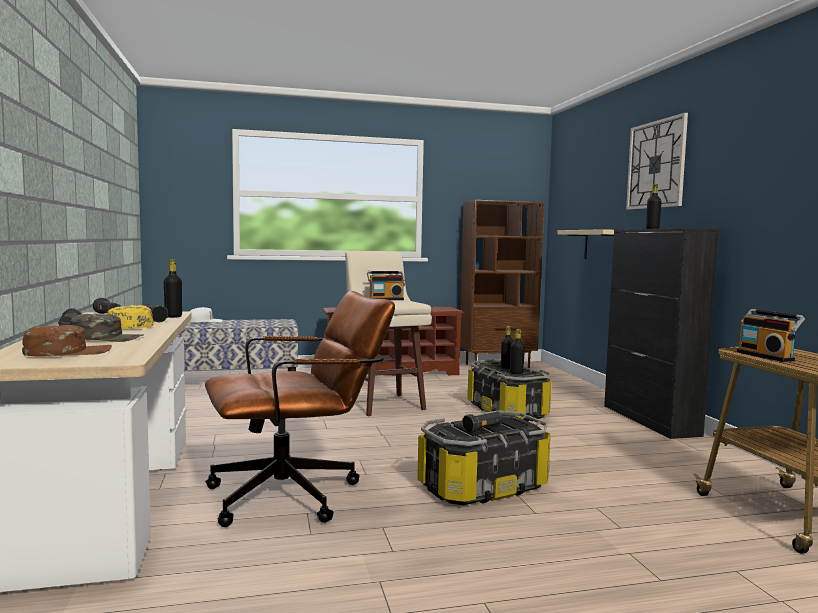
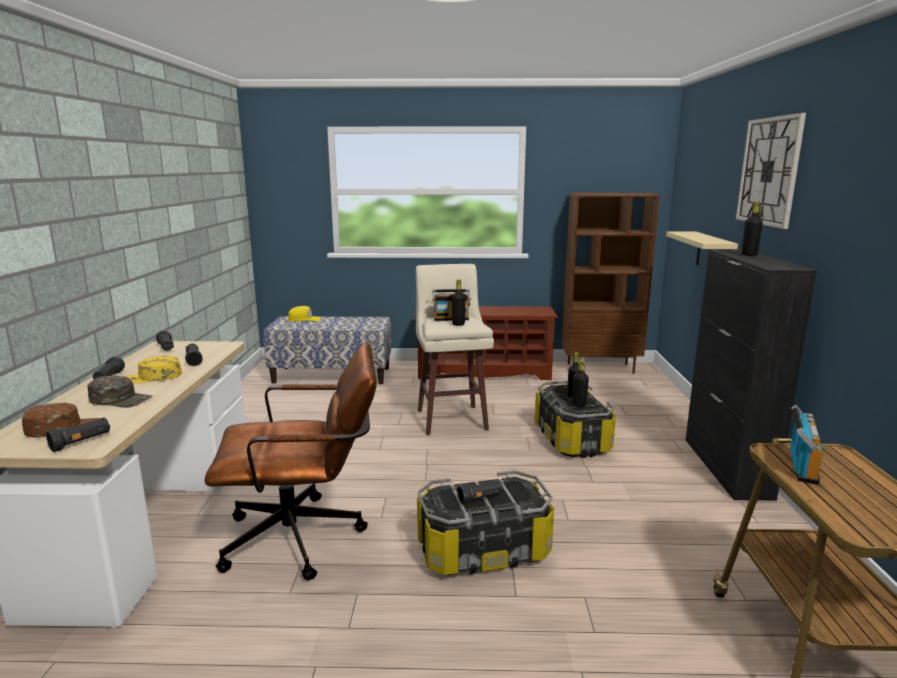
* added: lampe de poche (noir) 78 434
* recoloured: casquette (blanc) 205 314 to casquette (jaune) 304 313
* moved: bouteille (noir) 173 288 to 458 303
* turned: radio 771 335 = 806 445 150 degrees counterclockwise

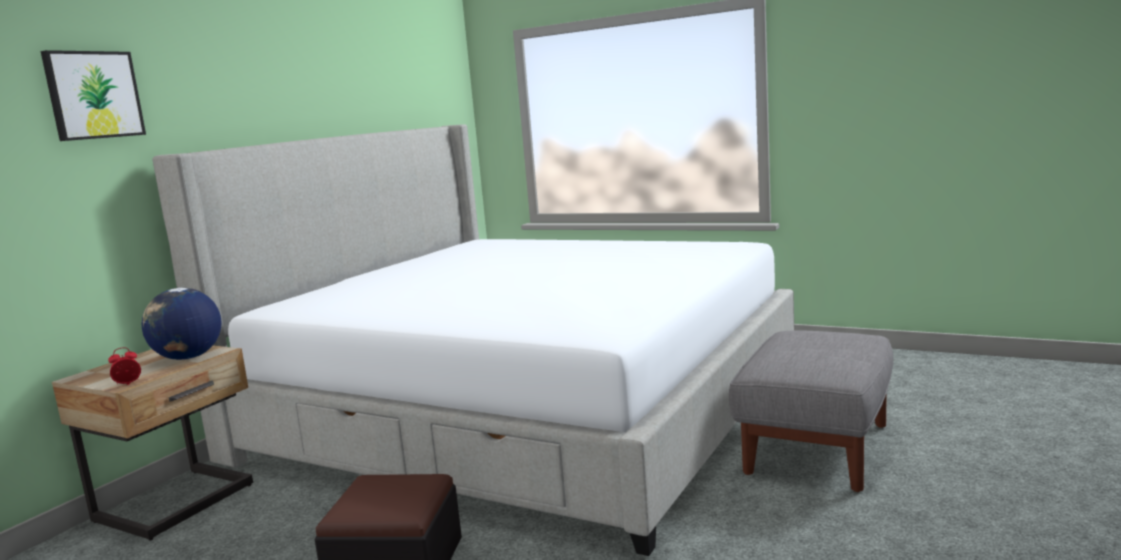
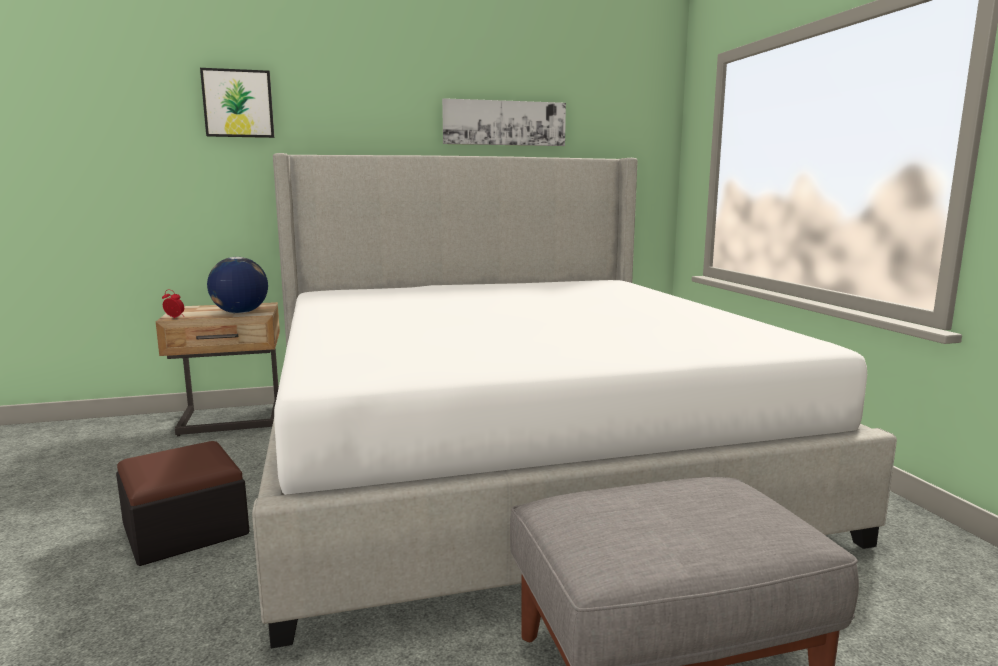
* added: tableau 504 122

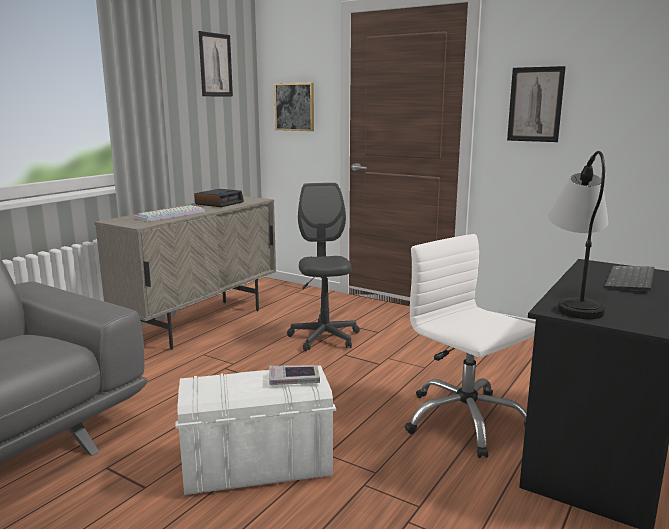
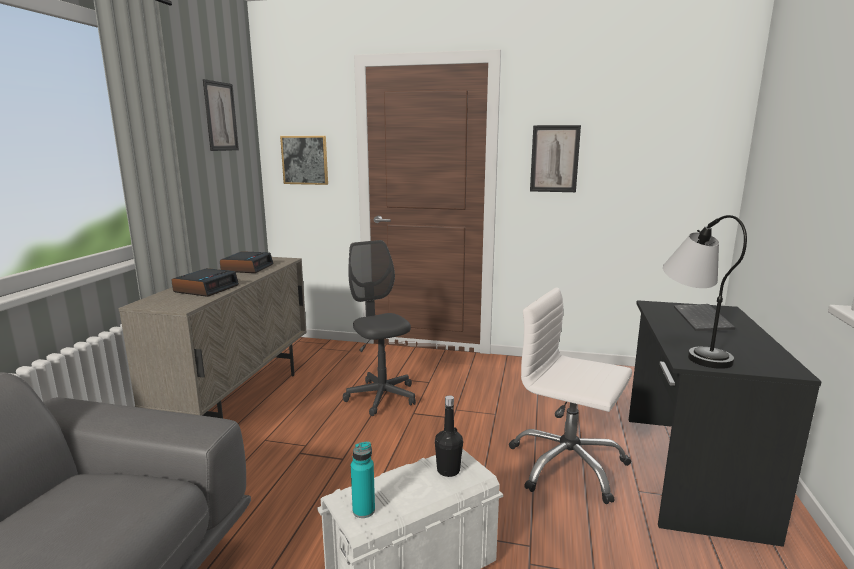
* replaced: clavier 169 213 to réveil 205 282
* added: bouteille (turquoise) 363 479
* replaced: livre 294 375 to bouteille (noir) 449 436

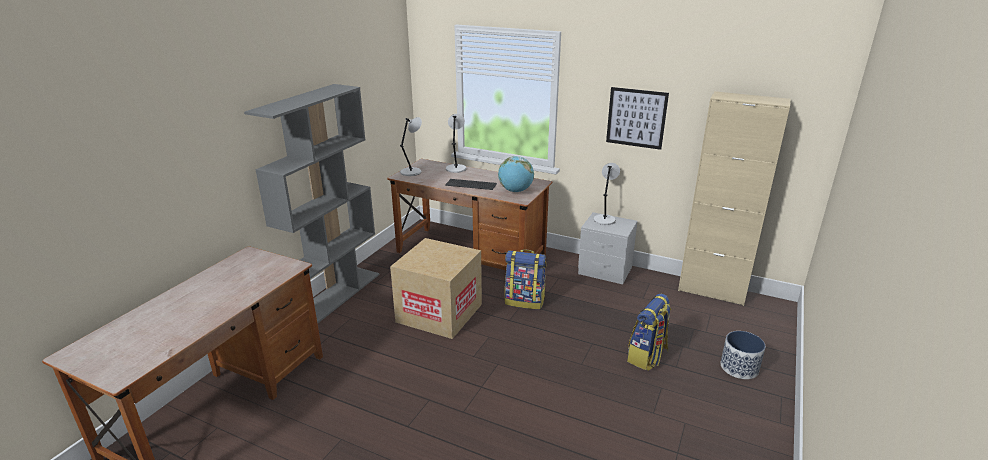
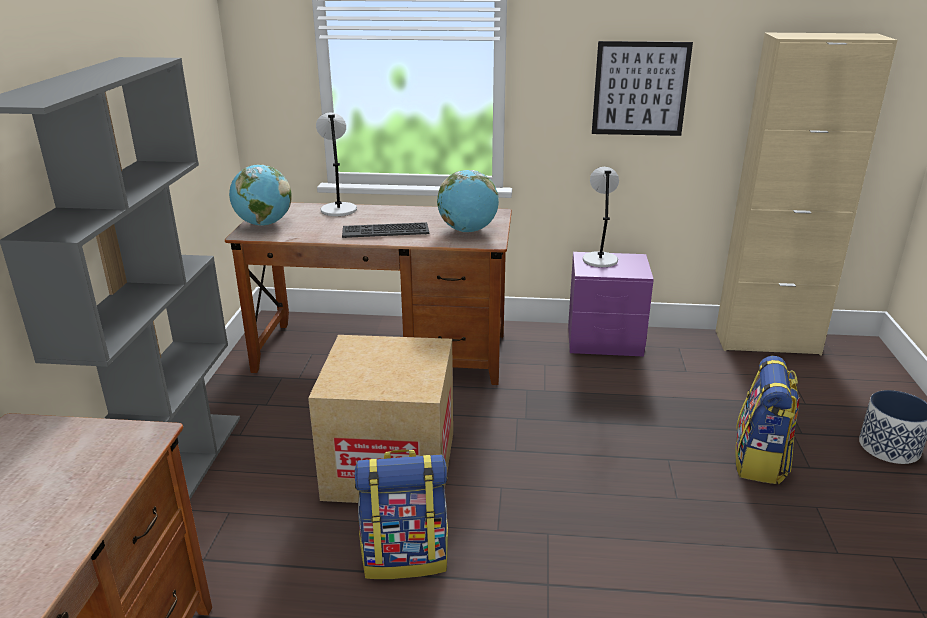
* replaced: lampe de table (gris) 411 146 to globe 260 195
* moved: sac à dos 525 279 to 401 514
* recoloured: table de chevet (gris) 608 248 to table de chevet (violet) 611 304

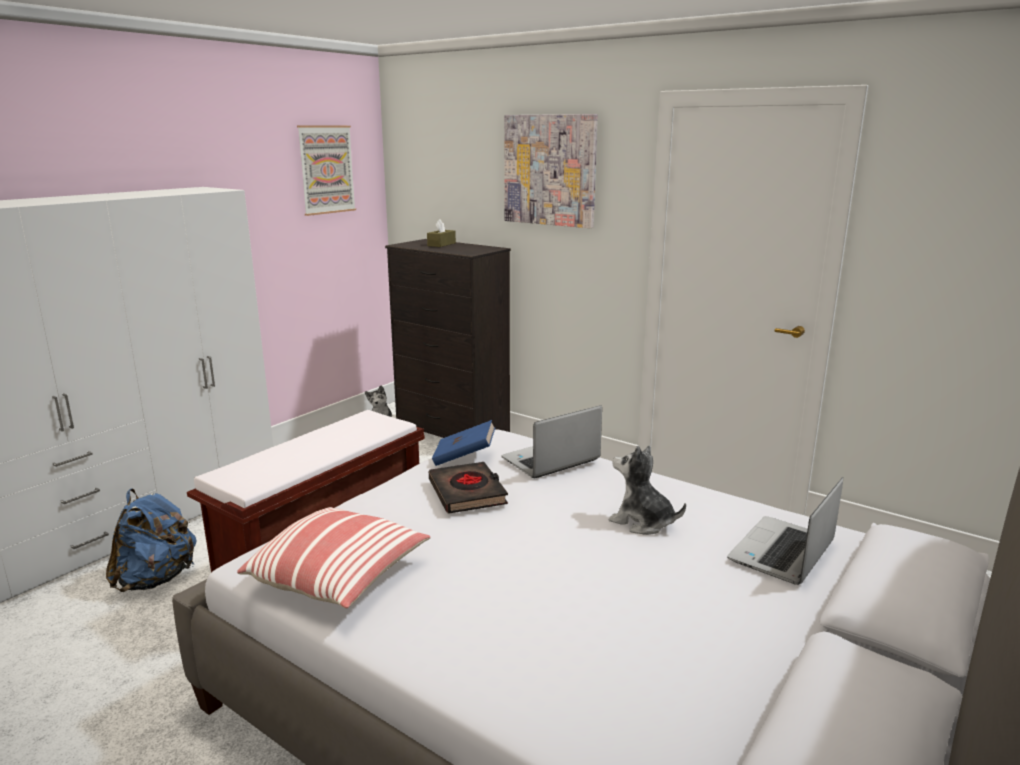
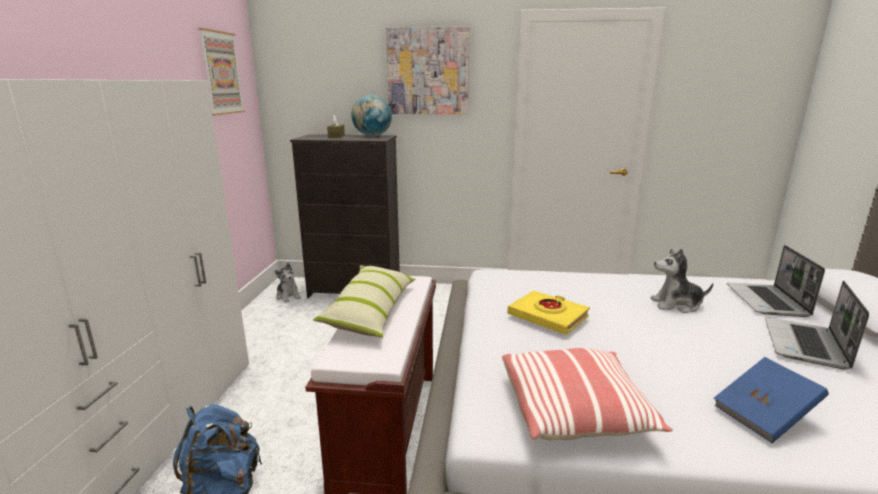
* added: coussin 364 301
* added: globe 371 115
* recoloured: livre (noir) 468 488 to livre (jaune) 548 312
* moved: livre (bleu) 463 443 to 771 400
* moved: ordinateur portable 551 442 to 817 325

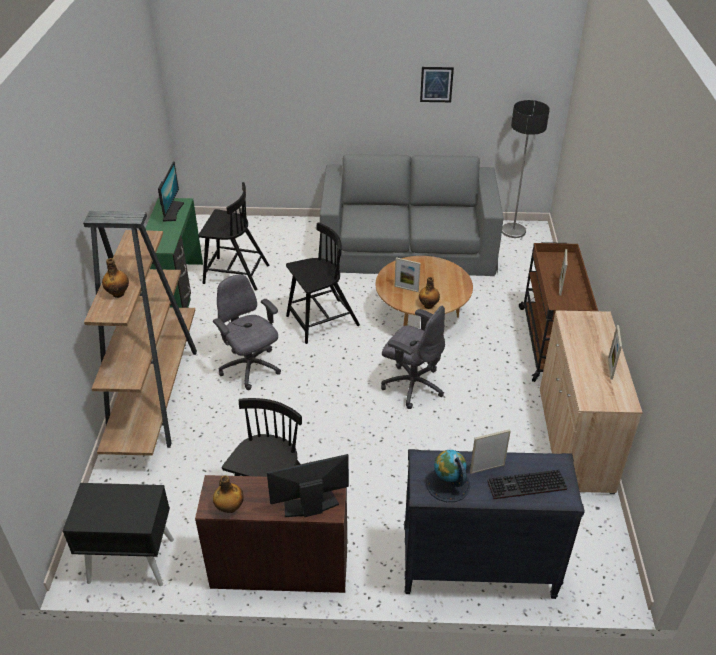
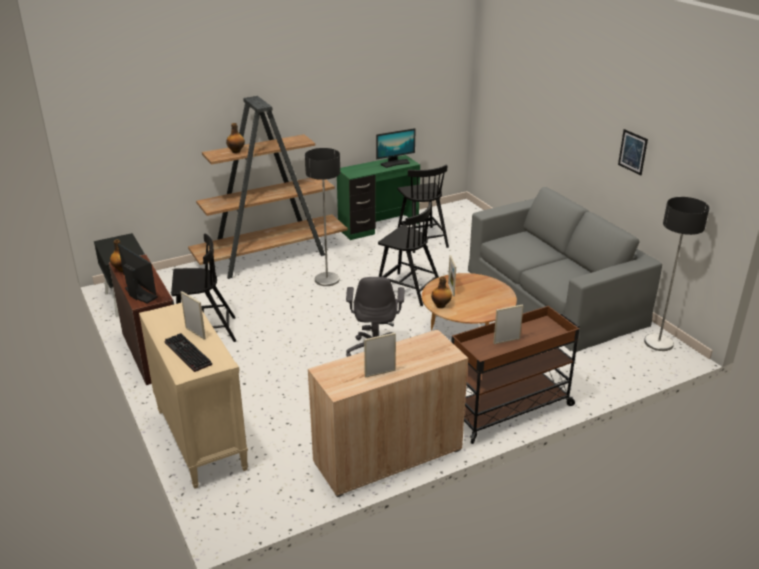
* recoloured: commode (noir) 494 524 to commode (beige) 193 396
* replaced: chaise de bureau (gris) 247 332 to lampadaire 322 217
* removed: globe 448 476

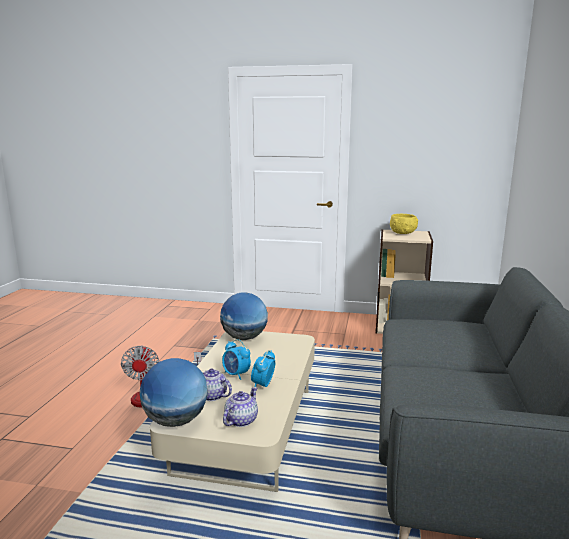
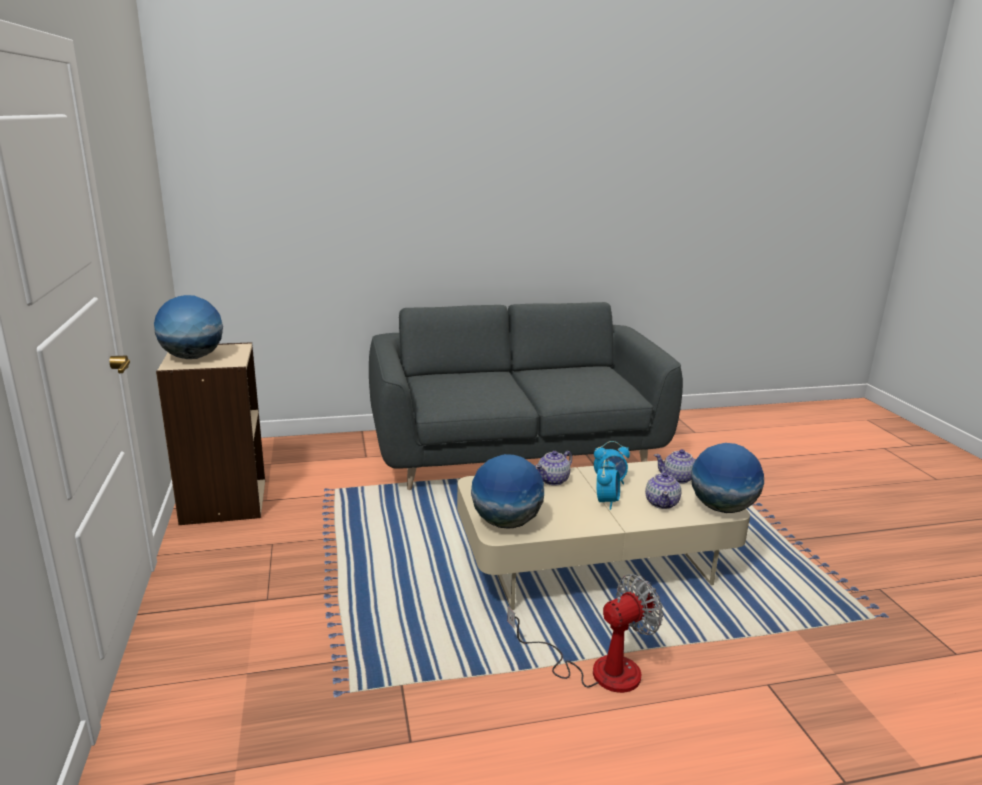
* replaced: bol (jaune) 404 224 to globe 188 327
* added: théière 553 468

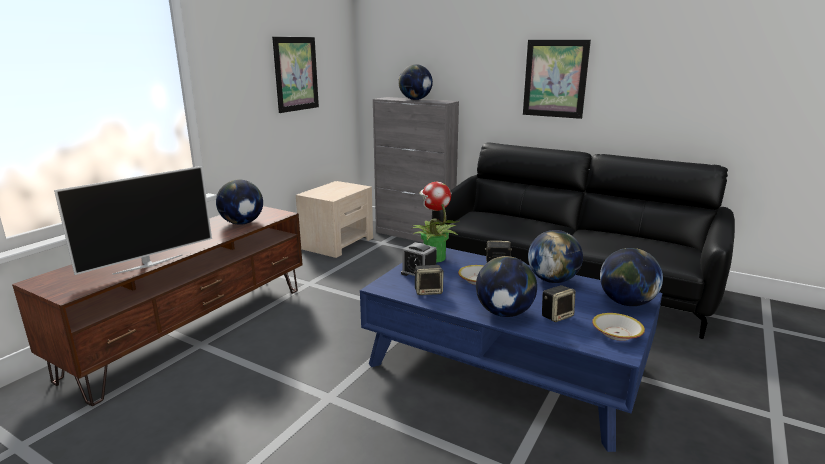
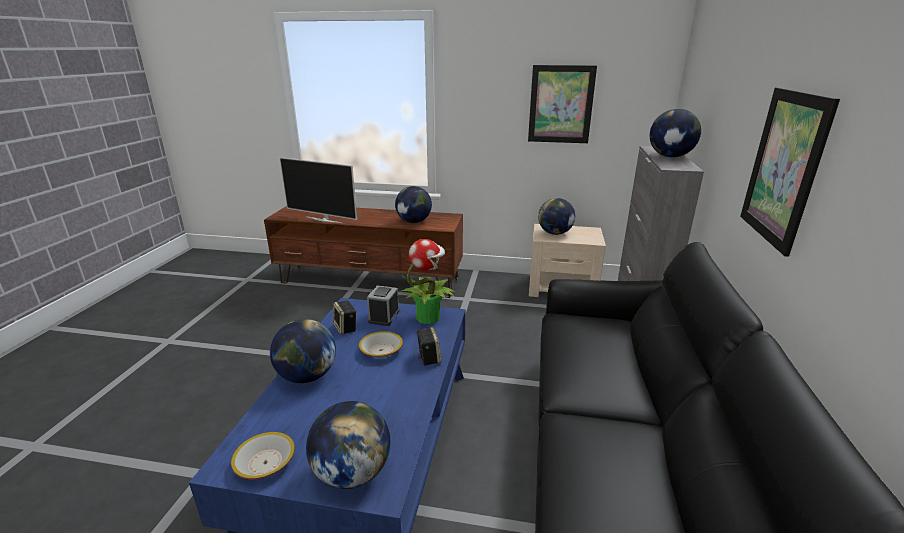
* moved: globe 555 256 to 556 216
* removed: enceinte 558 303

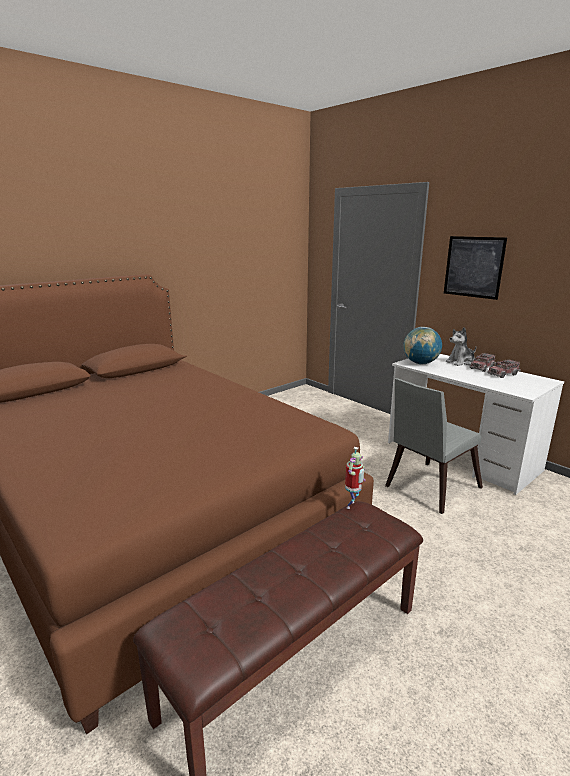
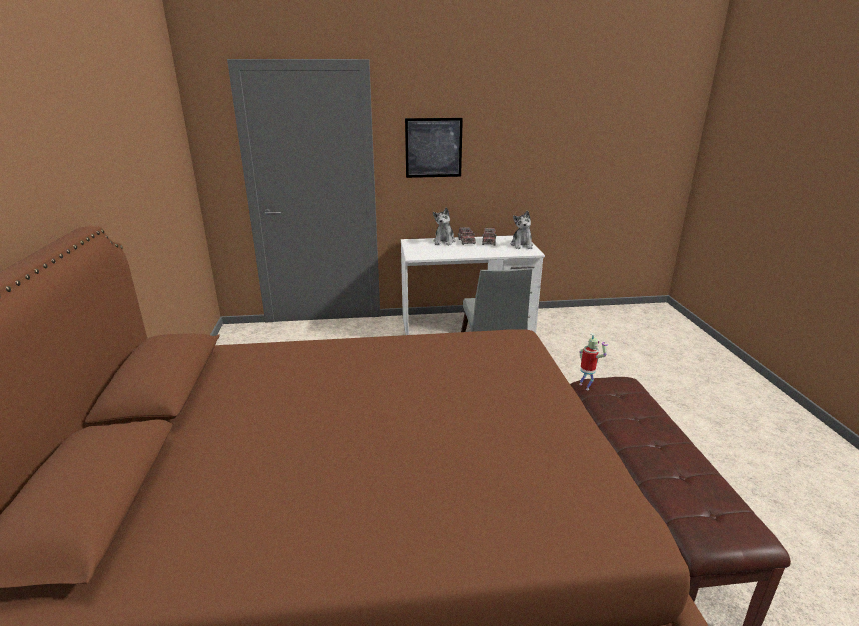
* added: peluche 522 230
* removed: globe 422 345

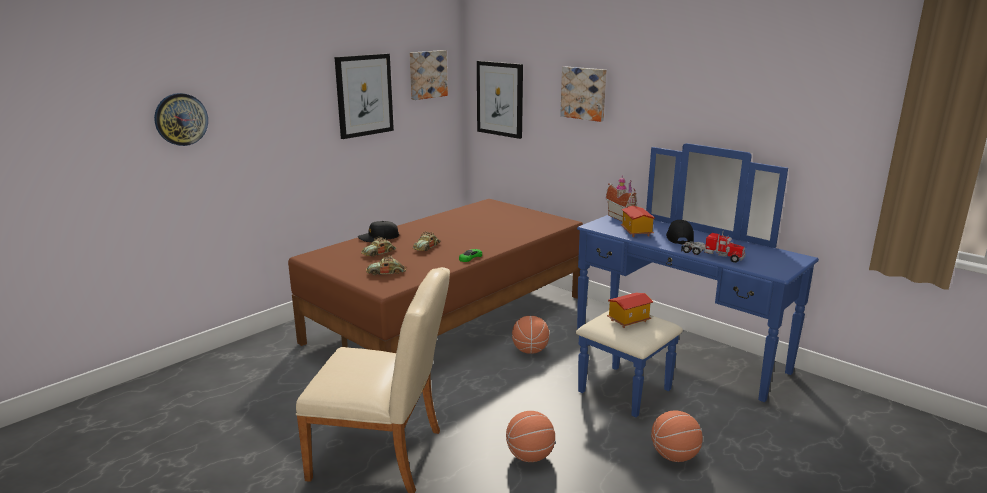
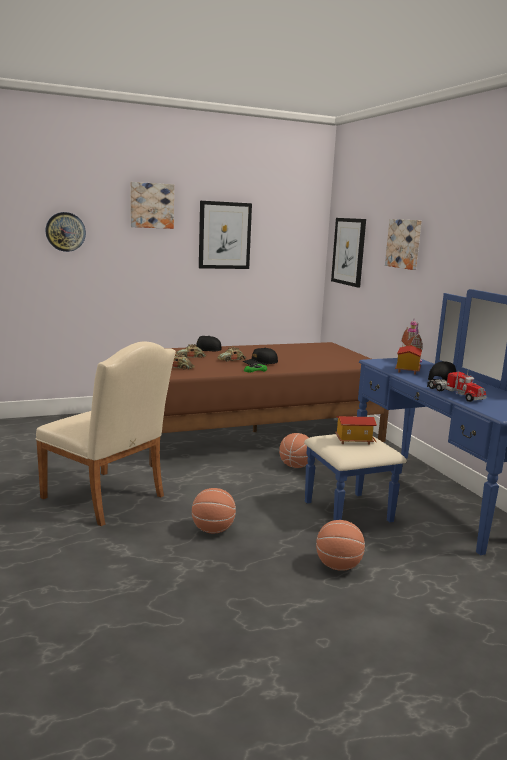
* moved: tableau 429 75 to 152 205
* added: casquette (noir) 260 356

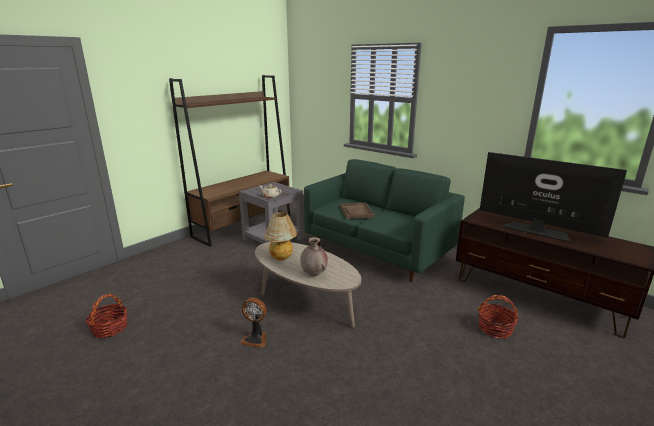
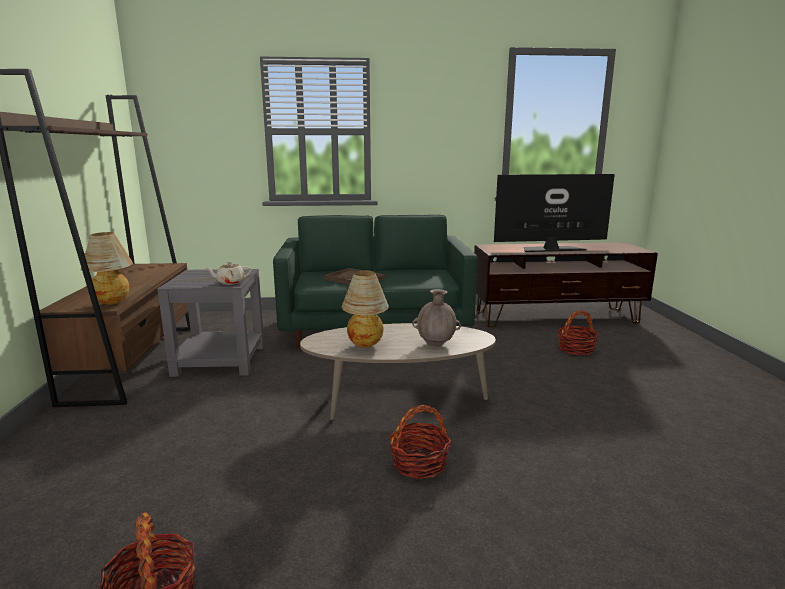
* added: lampe de table 107 268
* replaced: ventilateur 253 323 to panier 420 441

